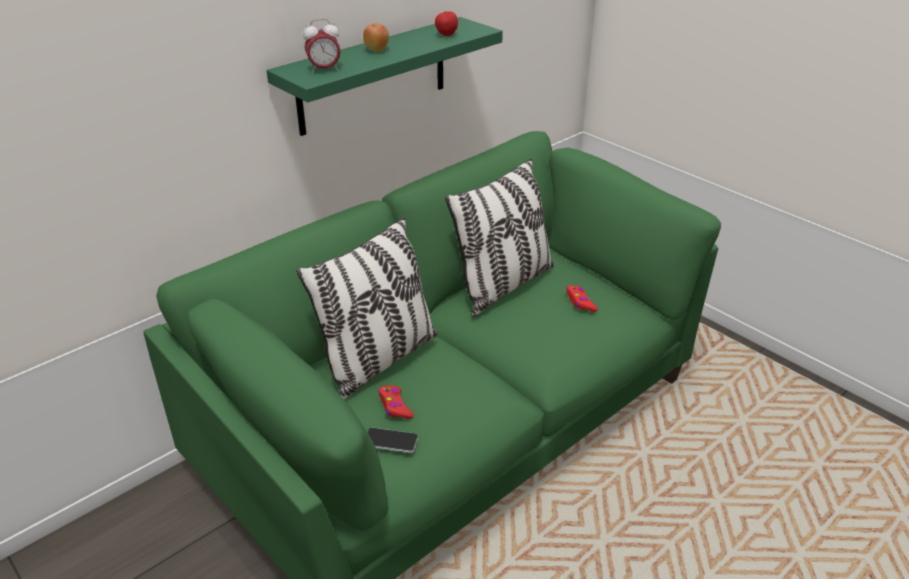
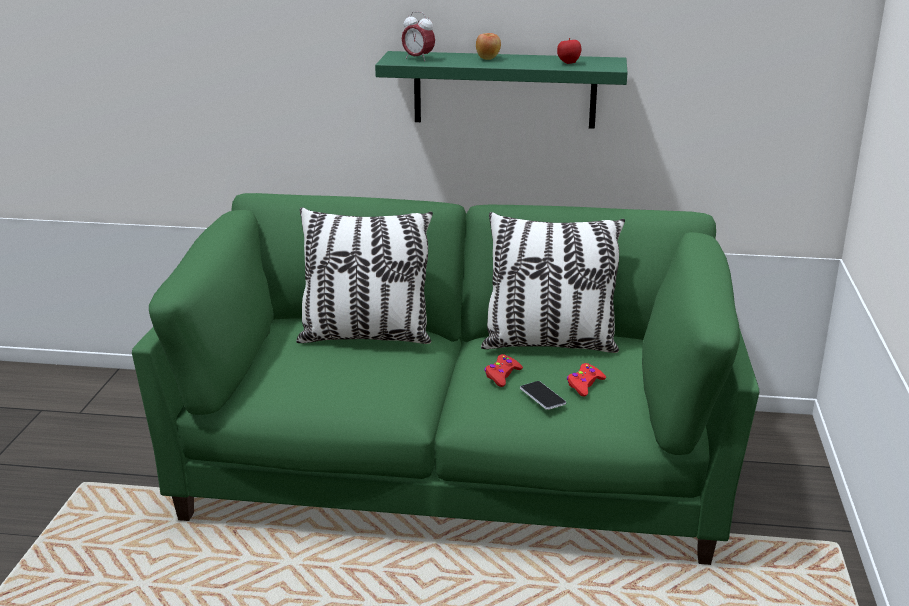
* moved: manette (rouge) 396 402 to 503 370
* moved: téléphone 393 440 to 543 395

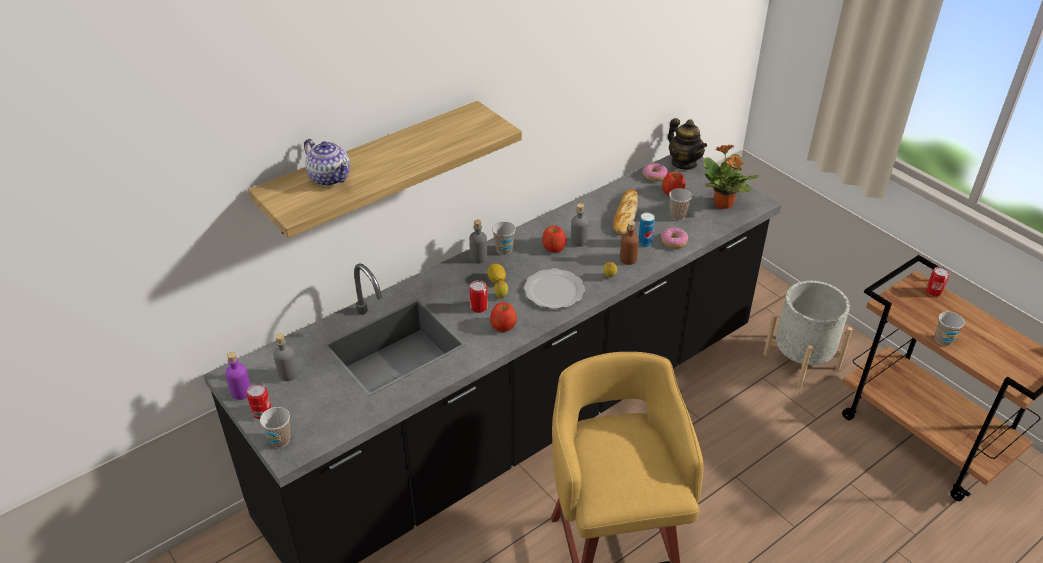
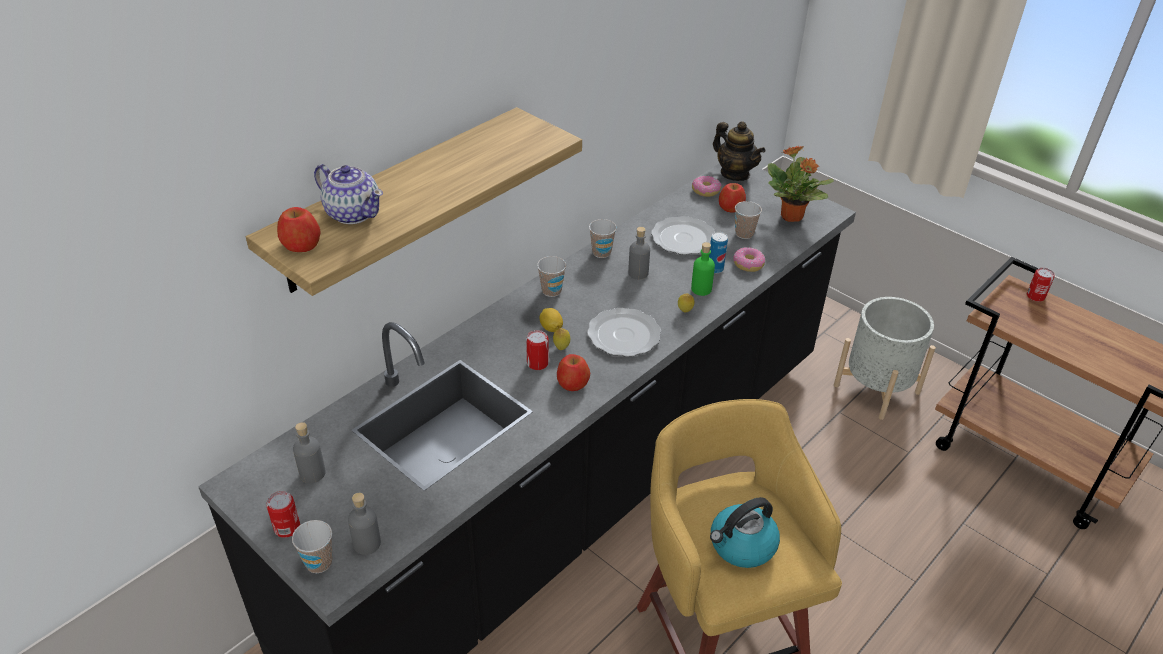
* moved: pomme 554 239 to 298 229
* moved: bouteille (gris) 478 242 to 364 524
* moved: tasse 950 329 to 603 238
* replaced: pain 625 211 to assiette 683 235
* recoloured: bouteille (marron) 629 243 to bouteille (vert) 703 269
* added: bouilloire 745 532
* removed: bouteille (violet) 238 376

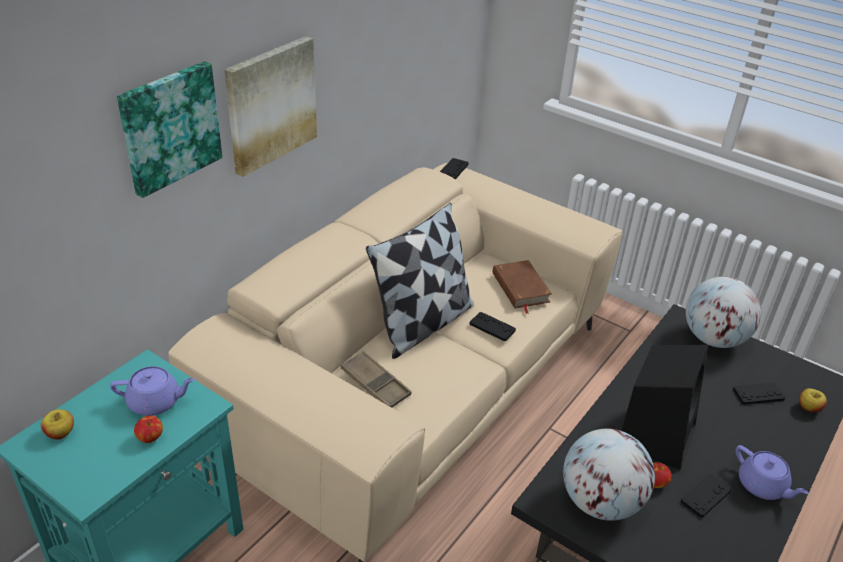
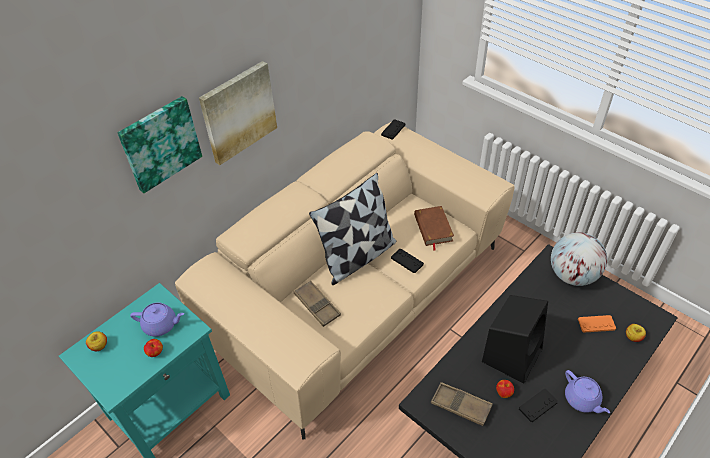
* replaced: globe 609 475 to plateau (marron) 462 404
* recoloured: manette (noir) 759 393 to manette (orange) 597 324

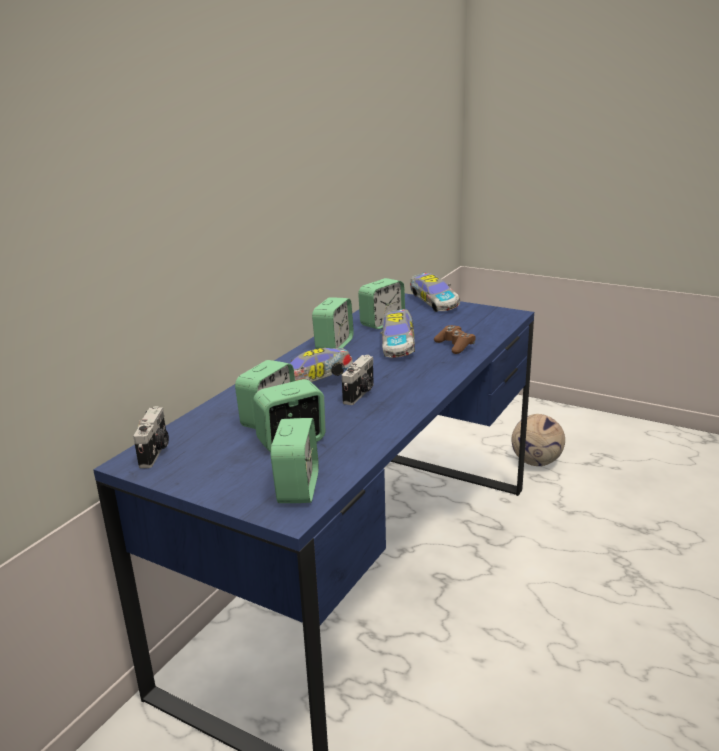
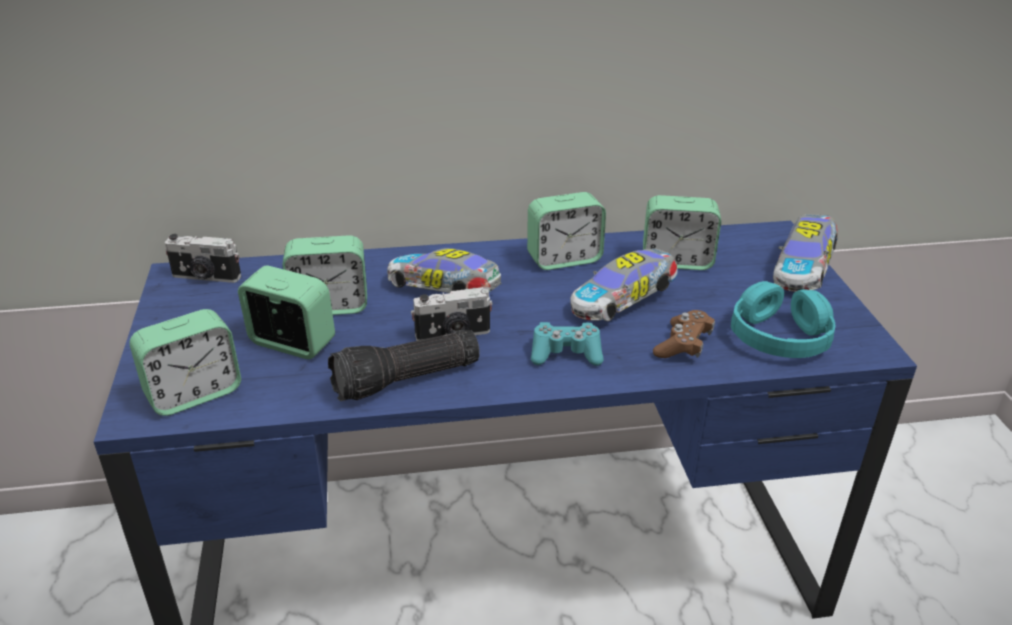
* turned: appareil photo 151 437 = 203 258 45 degrees clockwise
* added: lampe de poche 404 365
* added: manette (turquoise) 567 344
* added: casque audio (turquoise) 783 319
* removed: ballon de foot 538 440

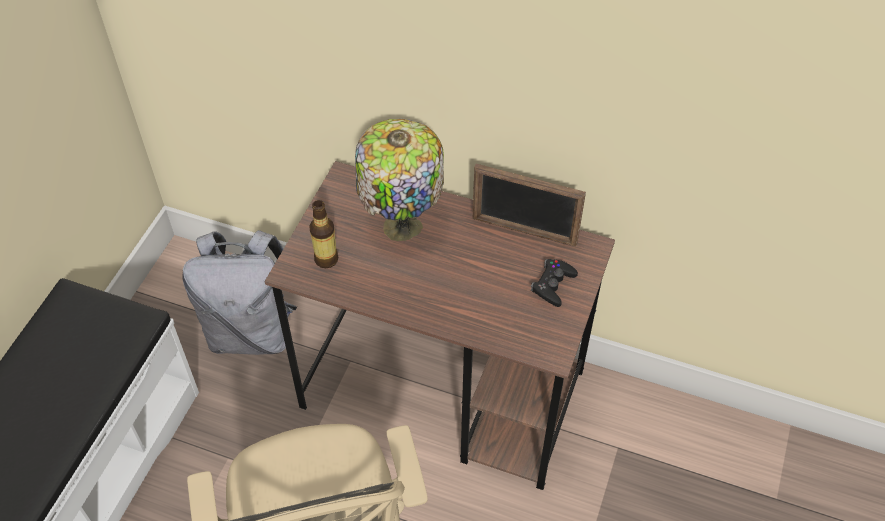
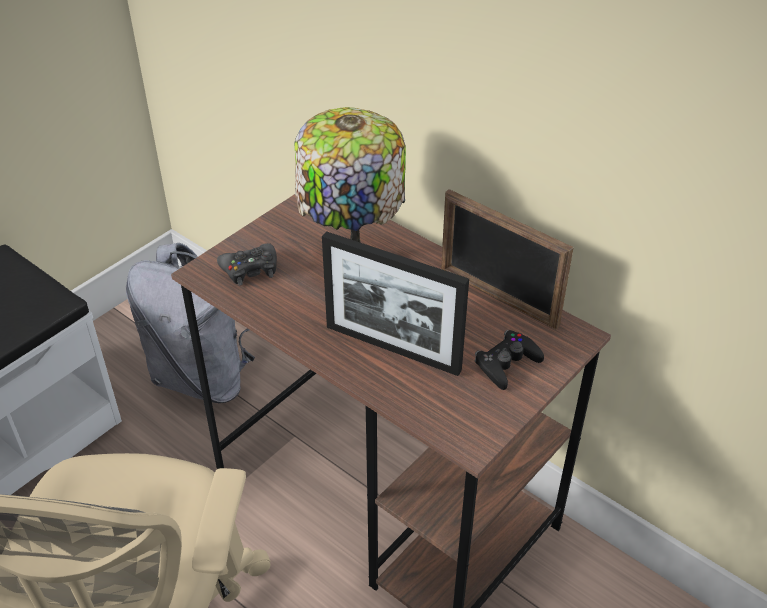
* replaced: bouteille 324 234 to manette (noir) 247 264
* added: cadre photo 395 303

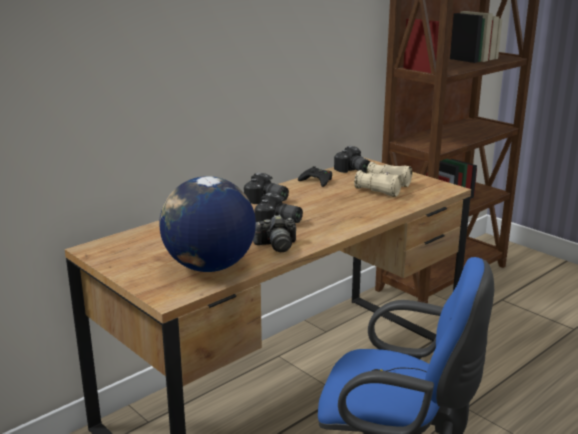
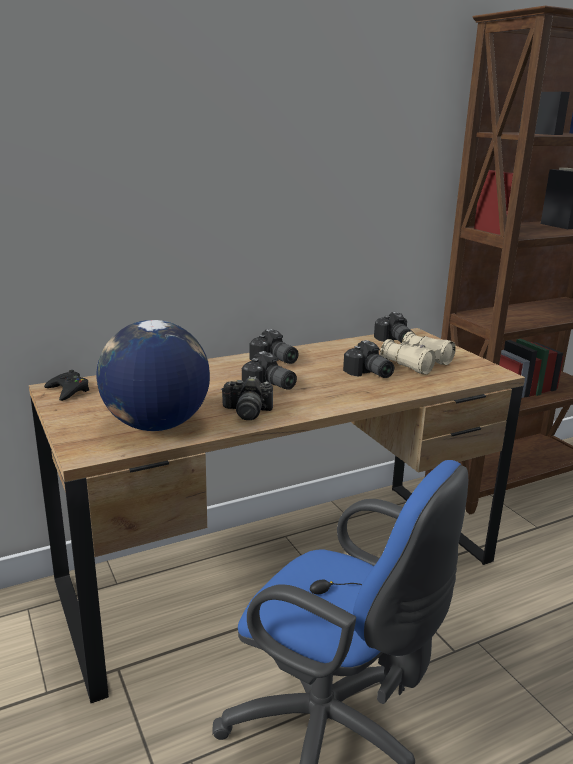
* moved: manette (noir) 315 176 to 66 385
* added: appareil photo 368 359

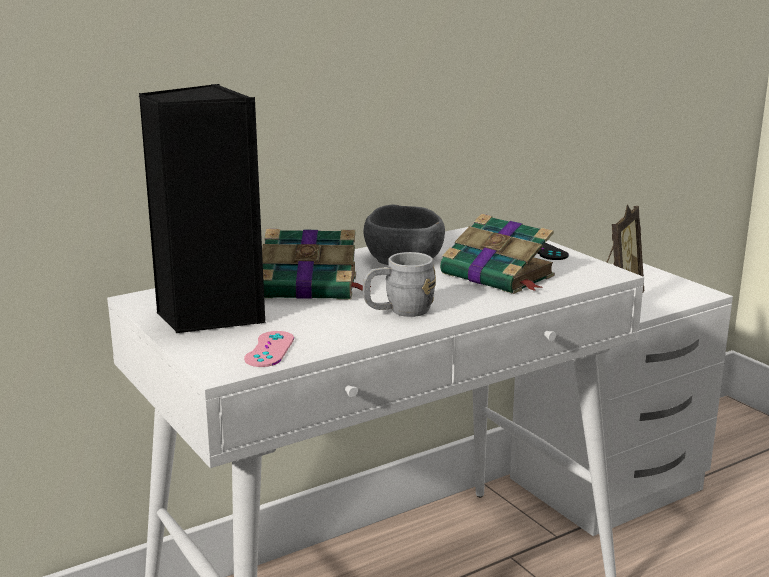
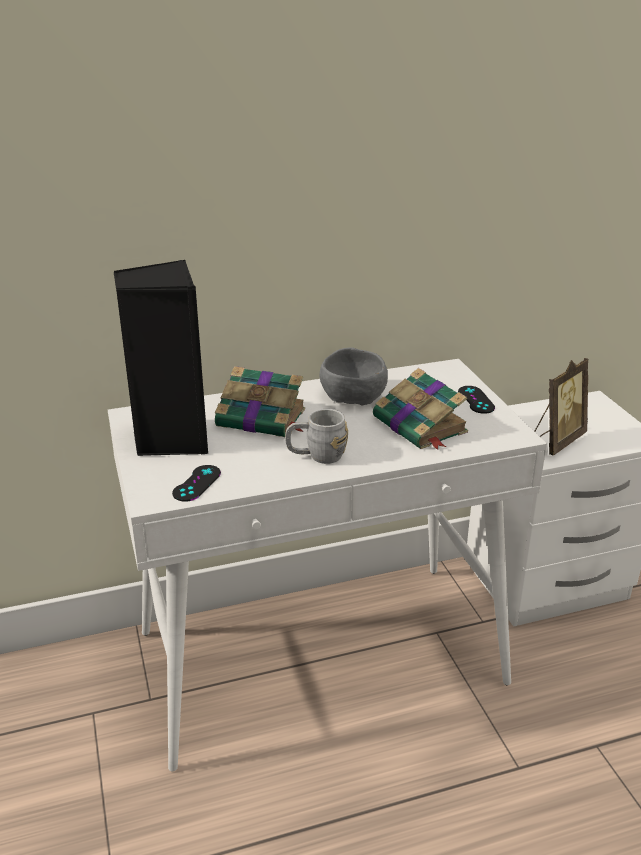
* recoloured: manette (rose) 269 349 to manette (noir) 196 483

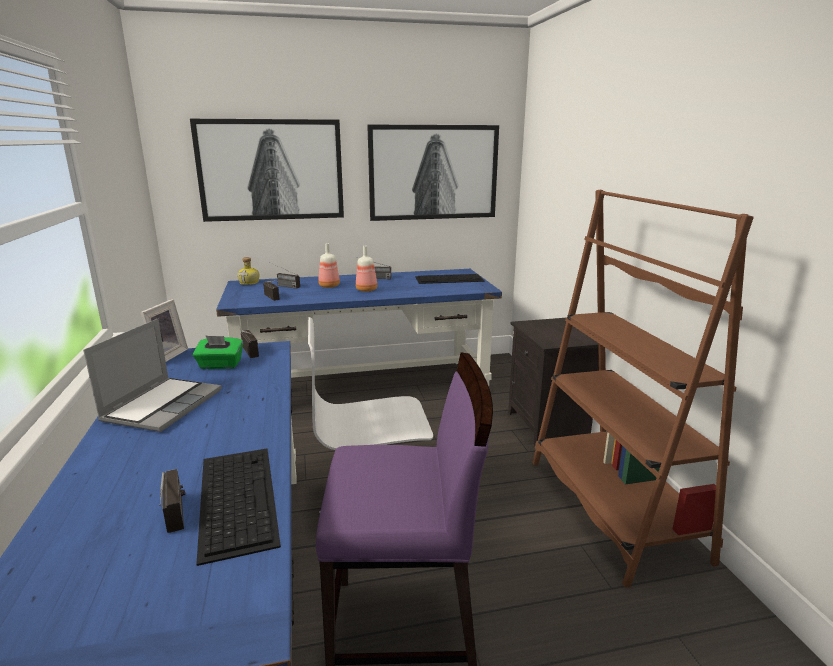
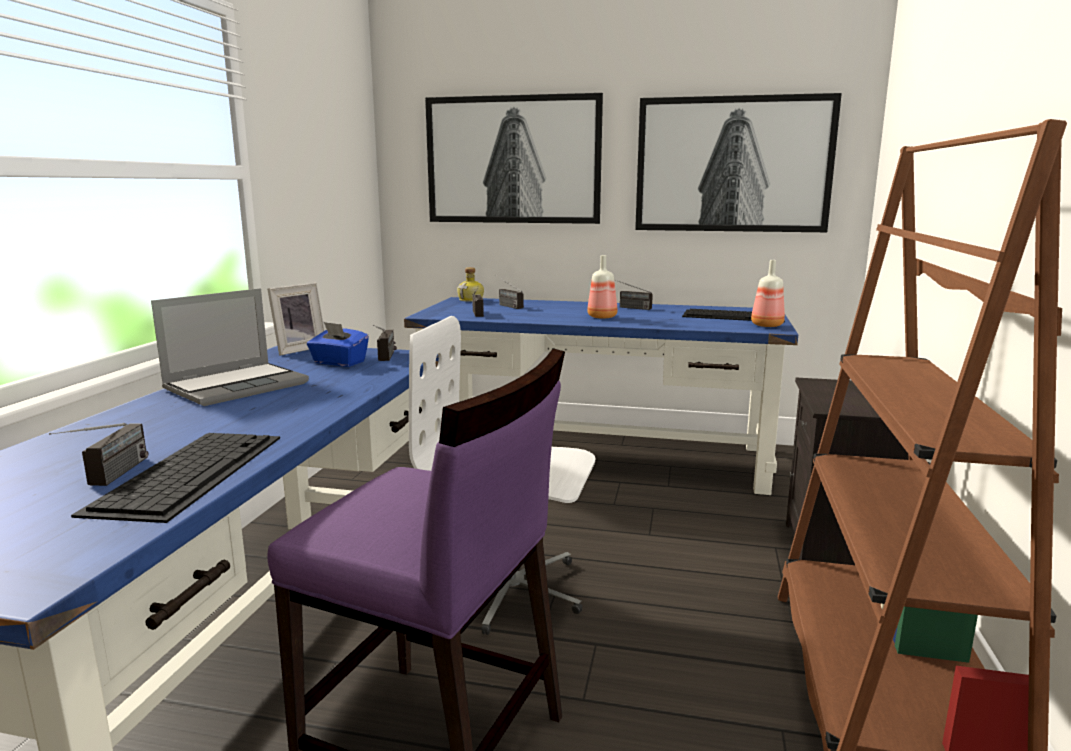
* recoloured: boîte à mouchoirs (vert) 218 352 to boîte à mouchoirs (bleu) 338 344
* moved: bouteille 329 265 to 768 293

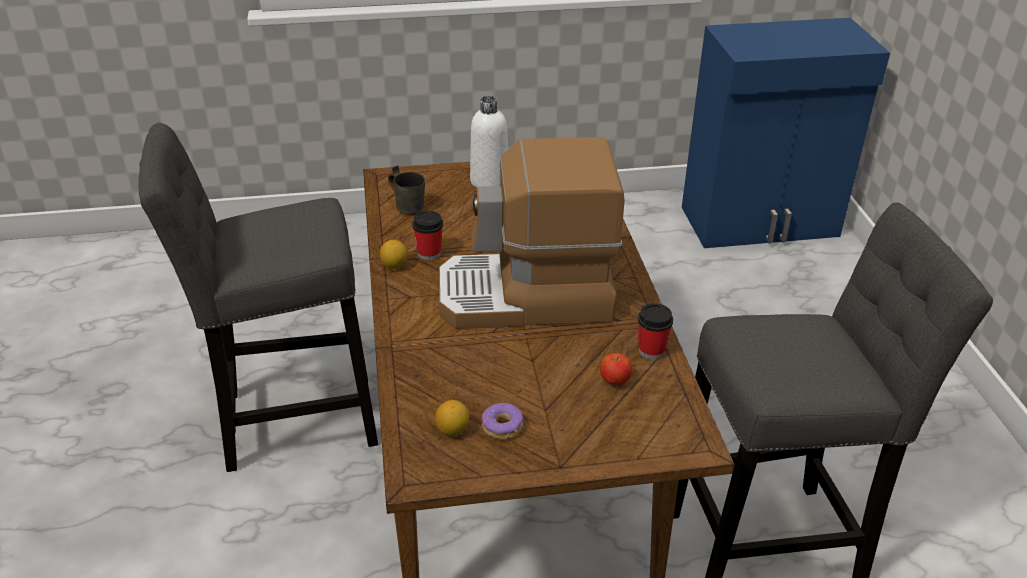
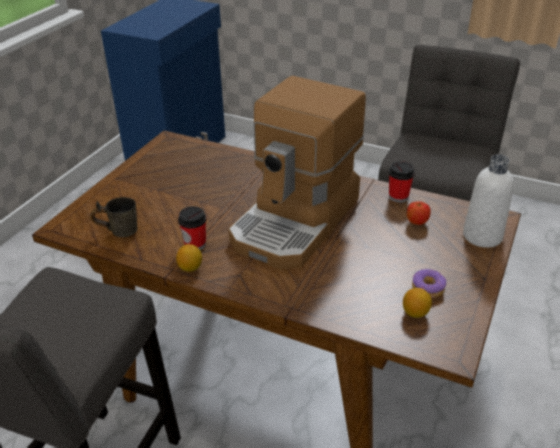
* moved: bouteille (blanc) 489 142 to 488 201

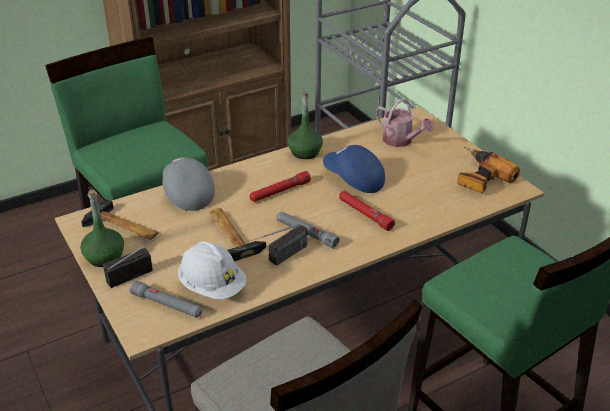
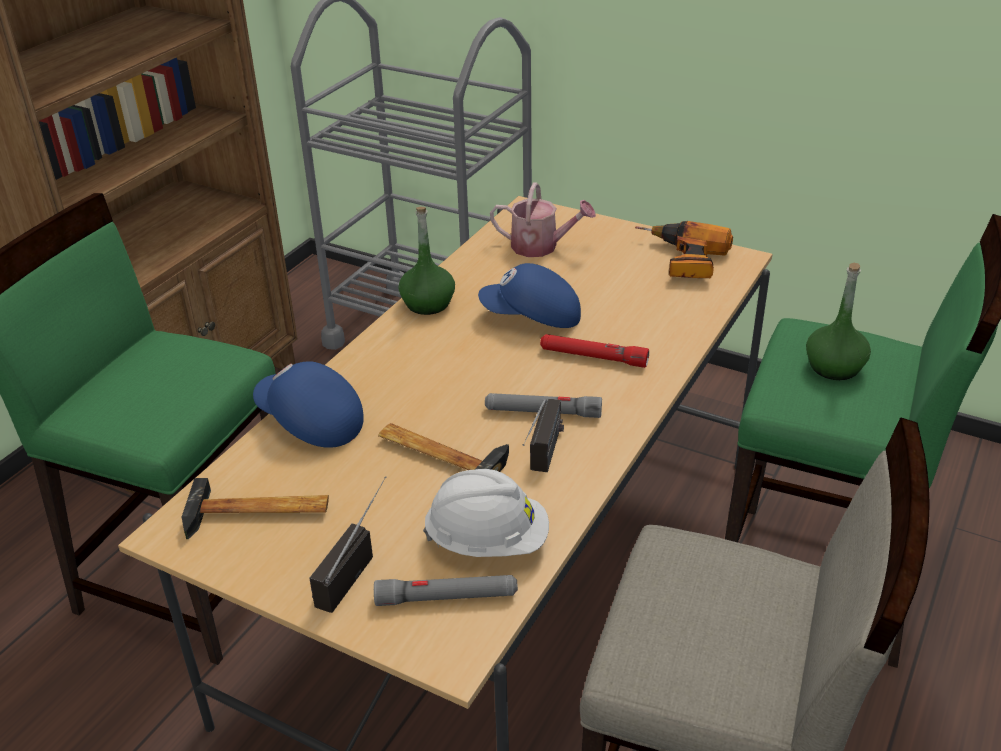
* recoloured: casquette (gris) 188 184 to casquette (bleu) 308 404
* moved: bouteille (vert) 102 228 to 838 321
* removed: lampe de poche (rouge) 280 186

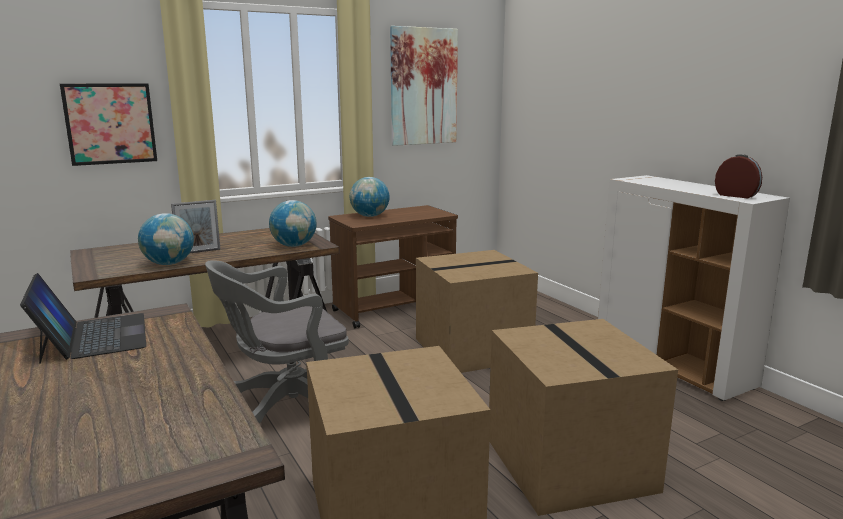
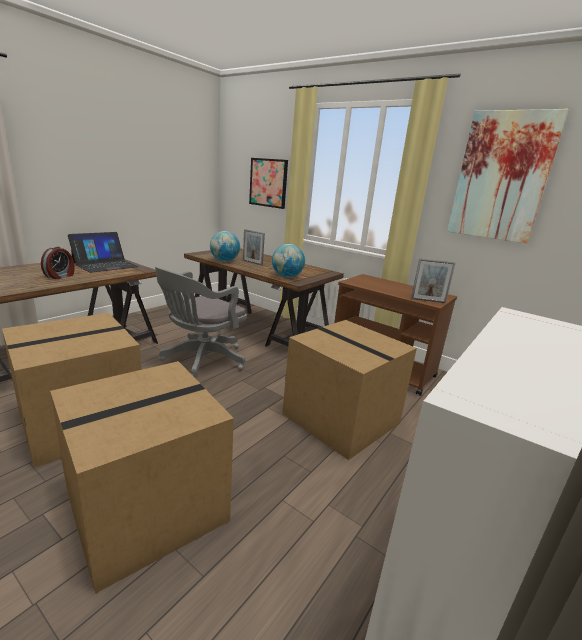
* moved: réveil 738 176 to 58 262
* turned: chaise de bureau (gris) 277 341 = 201 322 90 degrees counterclockwise
* added: cadre photo 433 280
* removed: globe 370 197

